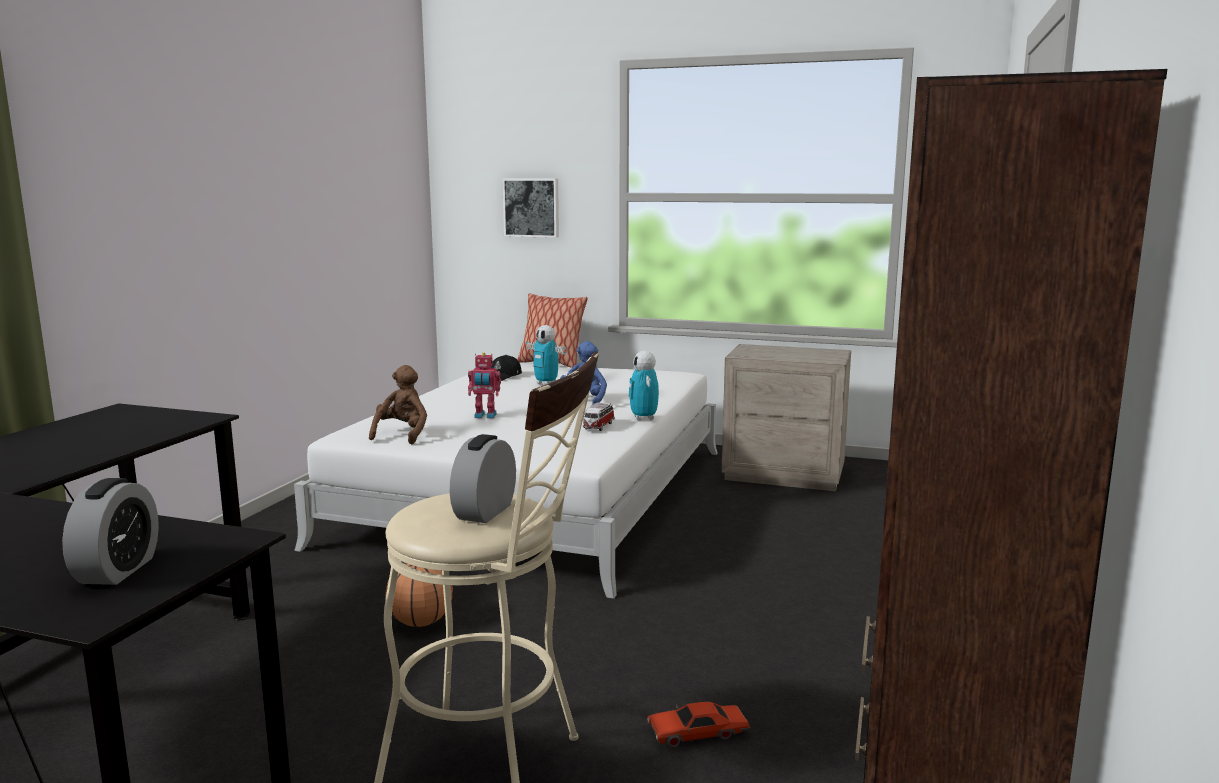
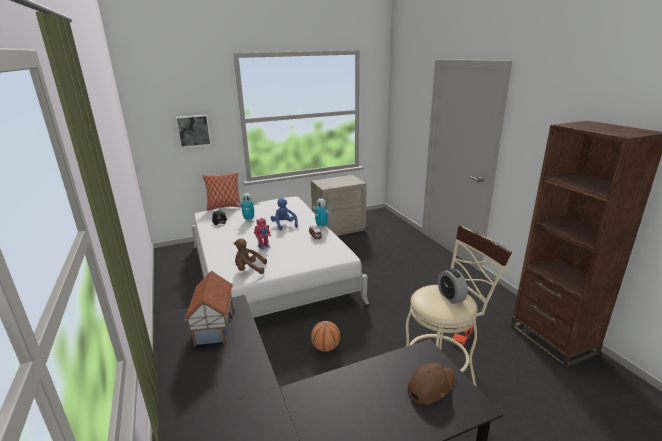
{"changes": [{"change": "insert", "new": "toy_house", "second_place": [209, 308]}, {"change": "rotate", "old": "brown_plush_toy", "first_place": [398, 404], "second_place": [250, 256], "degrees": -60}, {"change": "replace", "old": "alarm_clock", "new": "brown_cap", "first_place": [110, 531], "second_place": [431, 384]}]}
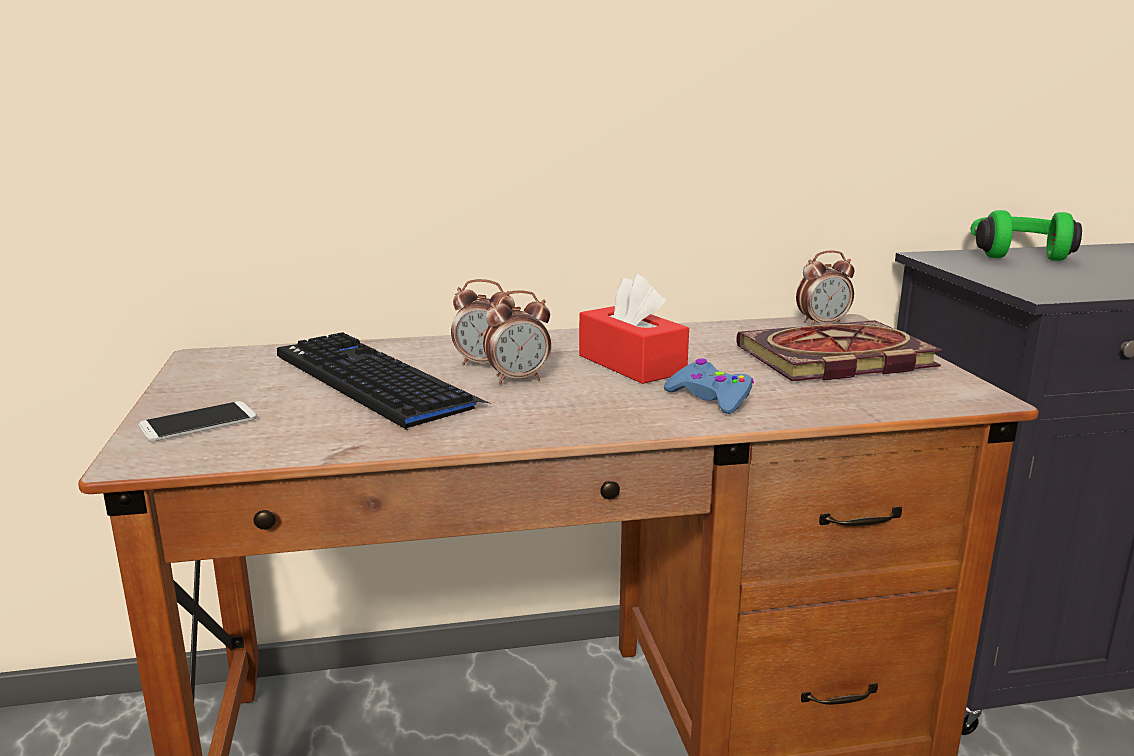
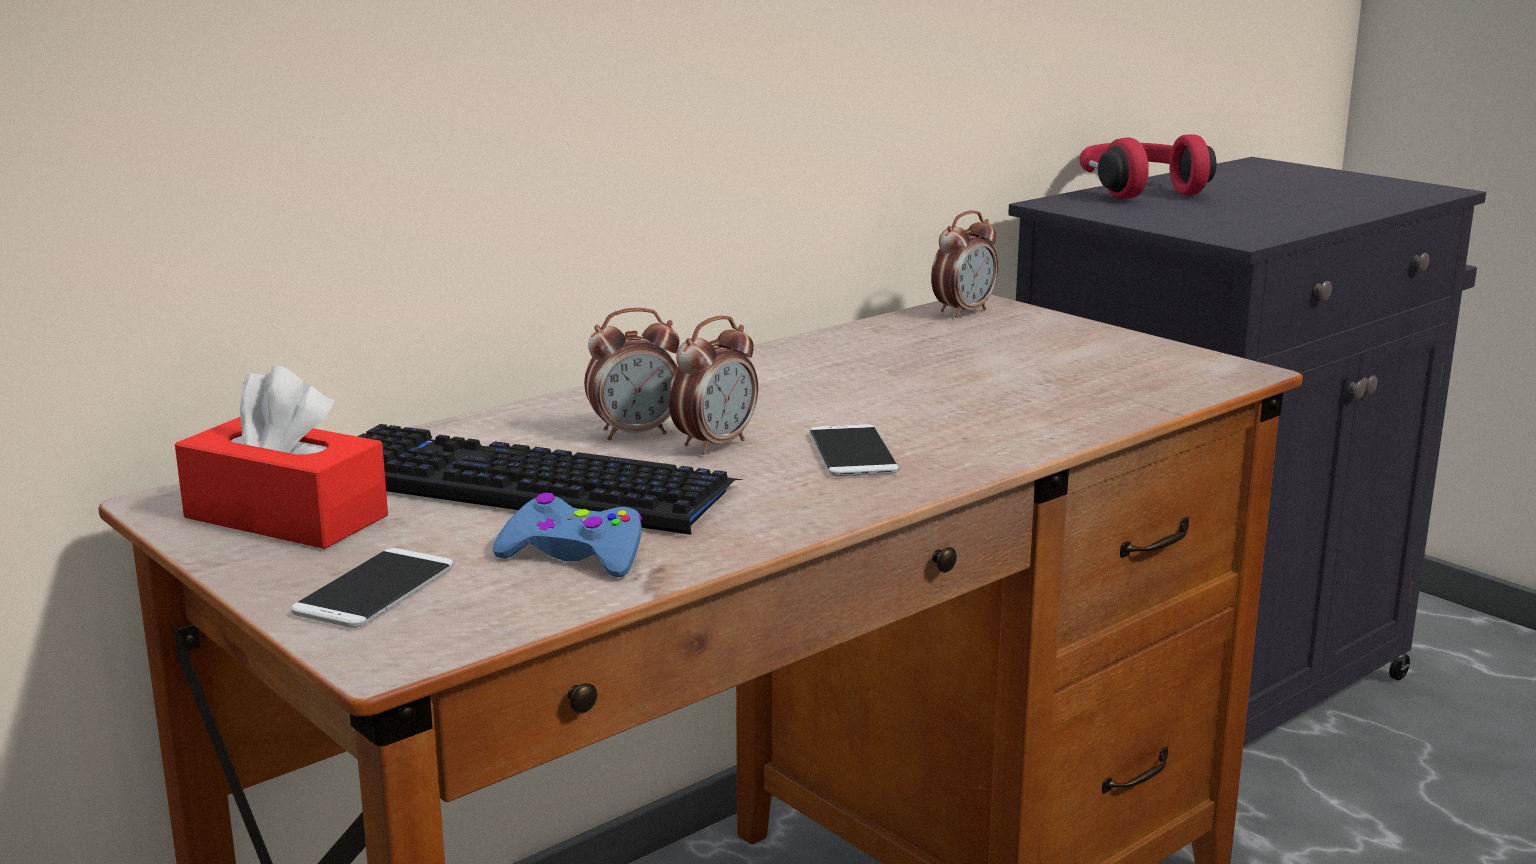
{"changes": [{"change": "move", "old": "red_tissue_box", "first_place": [634, 329], "second_place": [281, 457]}, {"change": "move", "old": "blue_game_controller", "first_place": [709, 386], "second_place": [567, 535]}, {"change": "insert", "new": "phone", "second_place": [854, 450]}, {"change": "recolor", "old": "green_headphones", "new": "red_headphones", "first_place": [1026, 235], "second_place": [1148, 166]}, {"change": "delete", "old": "book", "first_place": [839, 350]}]}
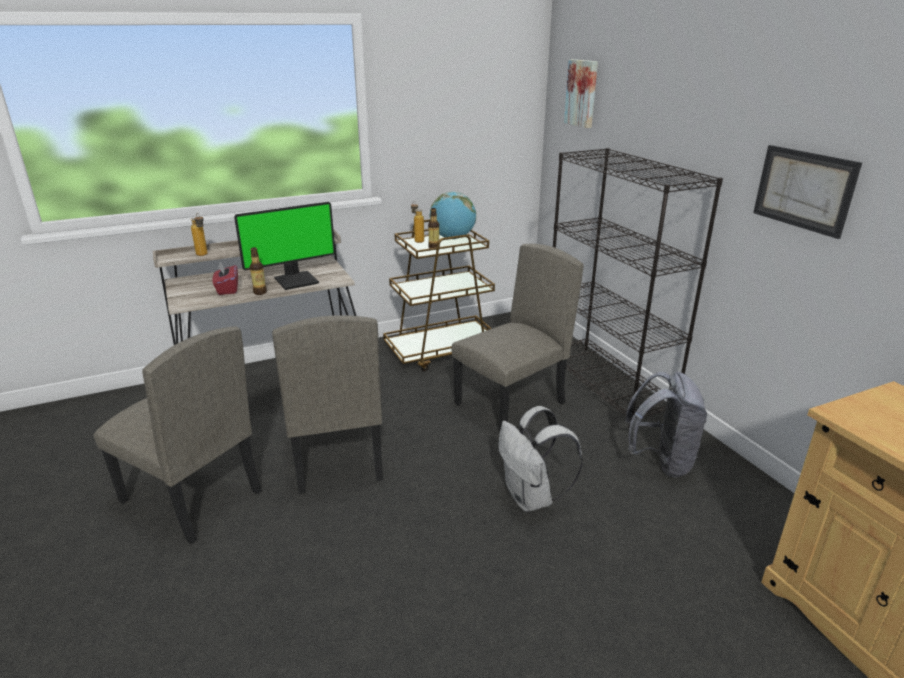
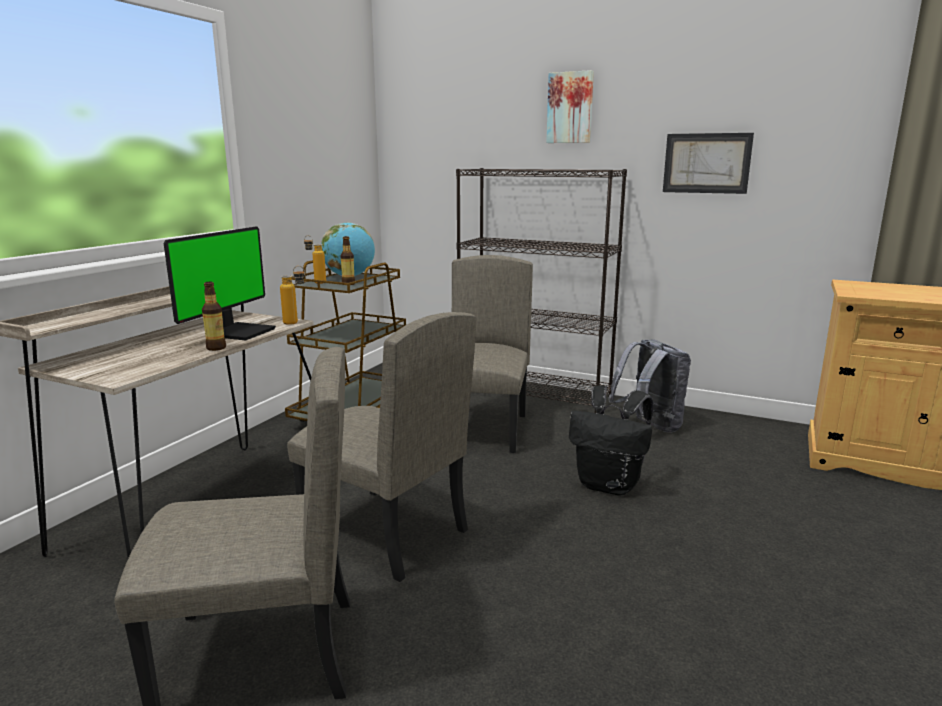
{"changes": [{"change": "move", "old": "bottle", "first_place": [199, 234], "second_place": [292, 295]}, {"change": "move", "old": "picture", "first_place": [581, 93], "second_place": [570, 106]}, {"change": "recolor", "old": "white_backpack", "new": "black_backpack", "first_place": [541, 459], "second_place": [611, 440]}, {"change": "delete", "old": "red_tissue_box", "first_place": [225, 278]}]}
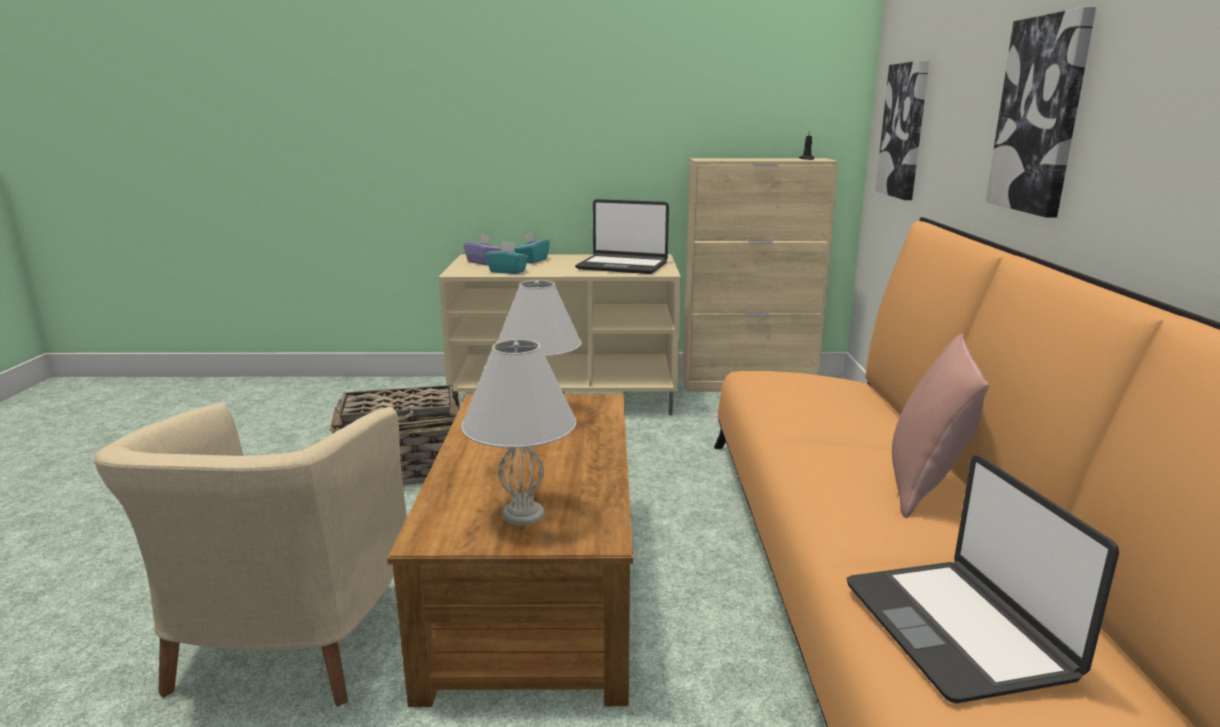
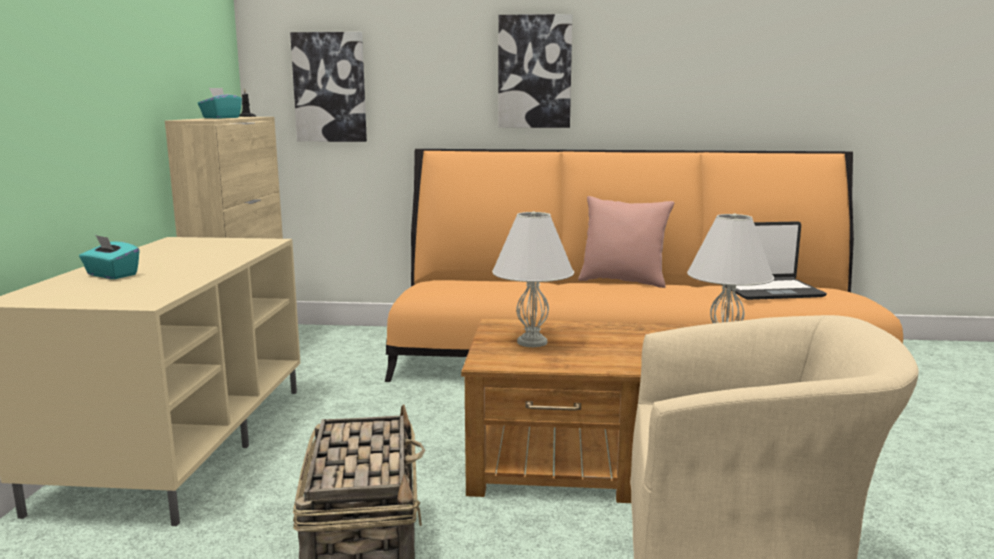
{"changes": [{"change": "move", "old": "turquoise_tissue_box", "first_place": [507, 258], "second_place": [220, 103]}, {"change": "delete", "old": "purple_tissue_box", "first_place": [482, 249]}, {"change": "delete", "old": "laptop", "first_place": [622, 236]}]}
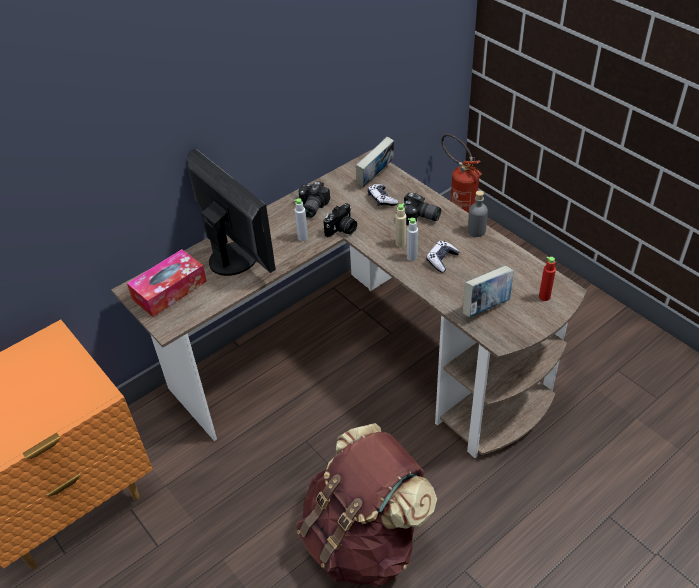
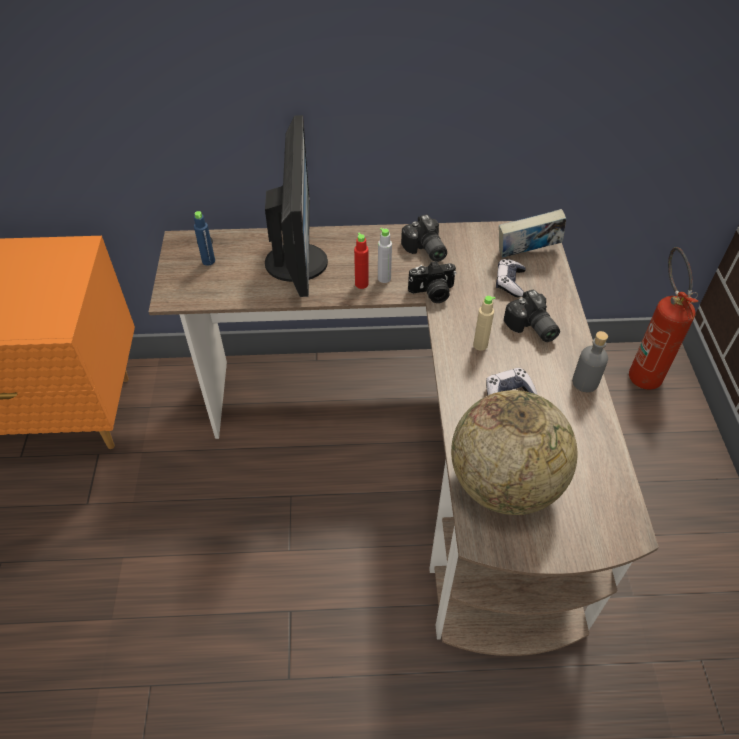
{"changes": [{"change": "replace", "old": "tissue_box", "new": "blue_bottle", "first_place": [167, 283], "second_place": [204, 238]}, {"change": "move", "old": "red_bottle", "first_place": [547, 279], "second_place": [361, 260]}, {"change": "rotate", "old": "photo_camera", "first_place": [314, 199], "second_place": [424, 238], "degrees": -75}, {"change": "replace", "old": "book", "new": "globe", "first_place": [488, 291], "second_place": [514, 452]}, {"change": "delete", "old": "brown_backpack", "first_place": [366, 505]}, {"change": "delete", "old": "grey_bottle", "first_place": [412, 239]}]}
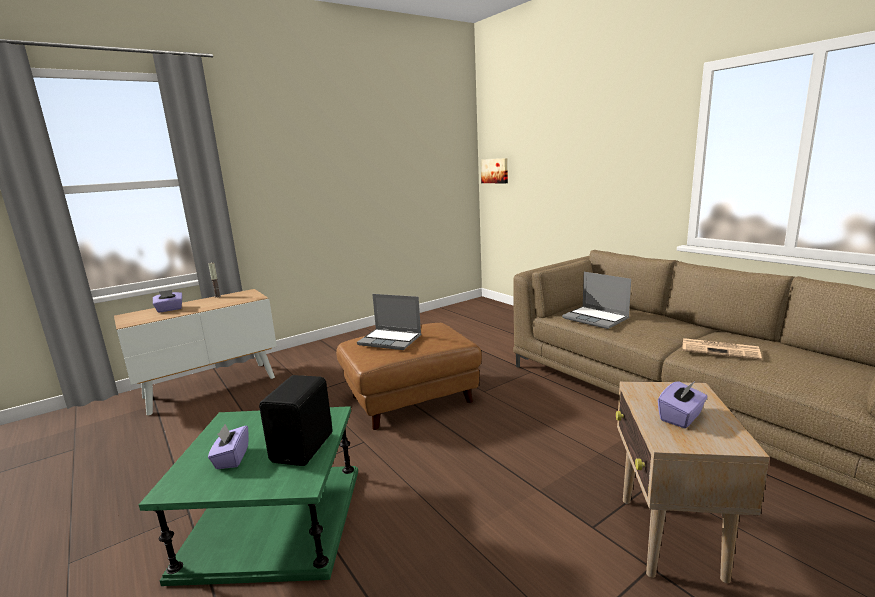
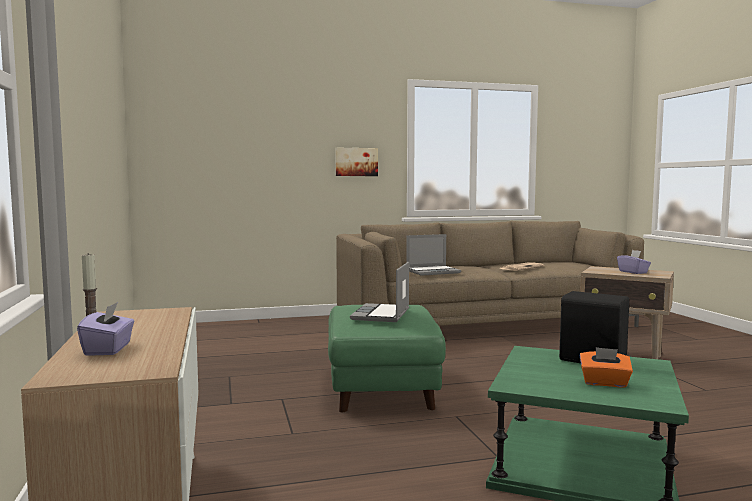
{"changes": [{"change": "recolor", "old": "brown_ottoman", "new": "green_ottoman", "first_place": [409, 376], "second_place": [387, 358]}, {"change": "move", "old": "picture", "first_place": [494, 170], "second_place": [357, 162]}, {"change": "rotate", "old": "laptop", "first_place": [389, 322], "second_place": [379, 292], "degrees": 150}, {"change": "recolor", "old": "purple_tissue_box", "new": "orange_tissue_box", "first_place": [228, 446], "second_place": [606, 367]}]}
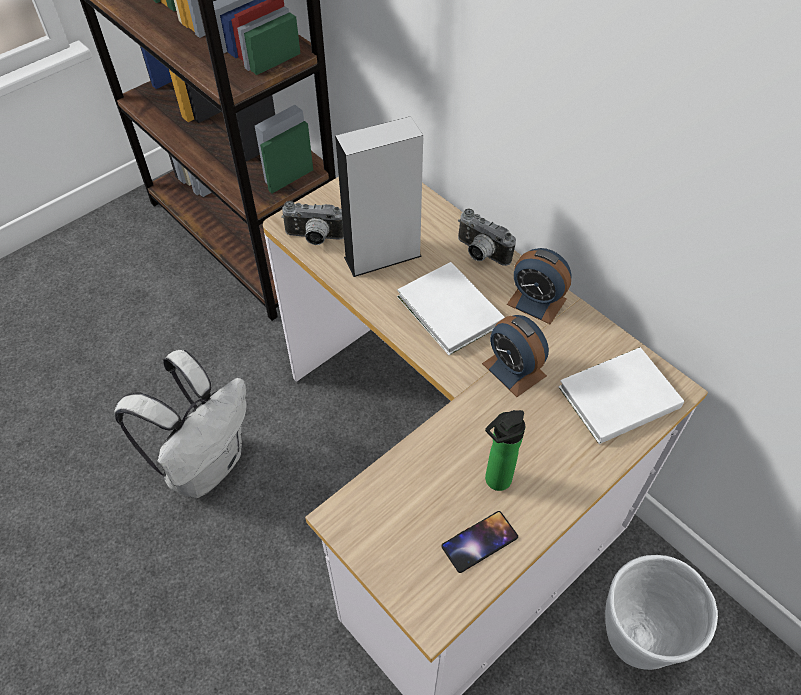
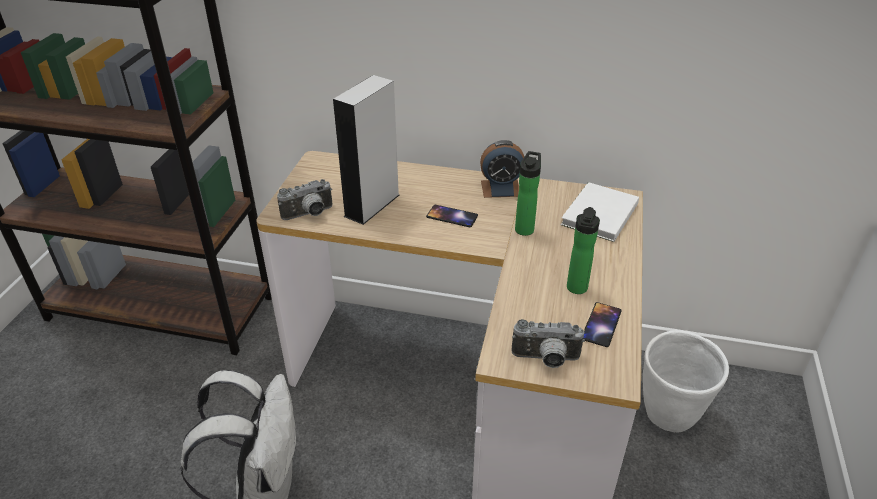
{"changes": [{"change": "replace", "old": "white_book", "new": "phone", "first_place": [451, 308], "second_place": [452, 216]}, {"change": "move", "old": "photo_camera", "first_place": [487, 237], "second_place": [548, 343]}, {"change": "replace", "old": "alarm_clock", "new": "bottle", "first_place": [515, 356], "second_place": [528, 193]}]}
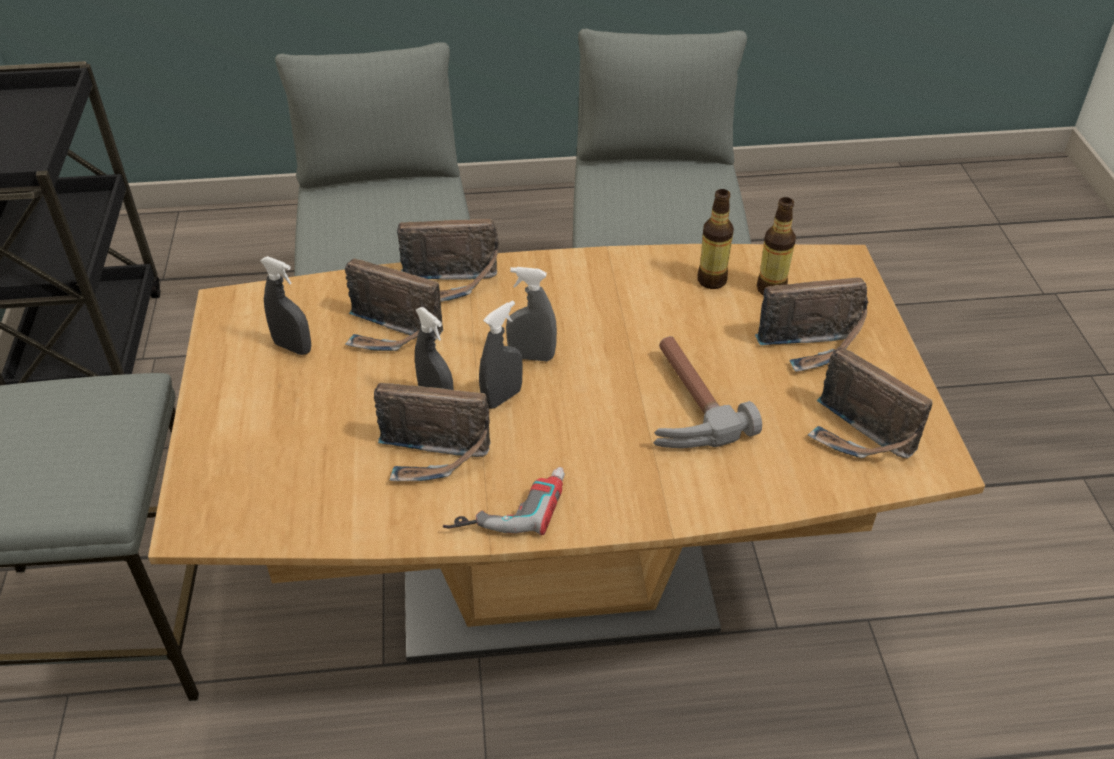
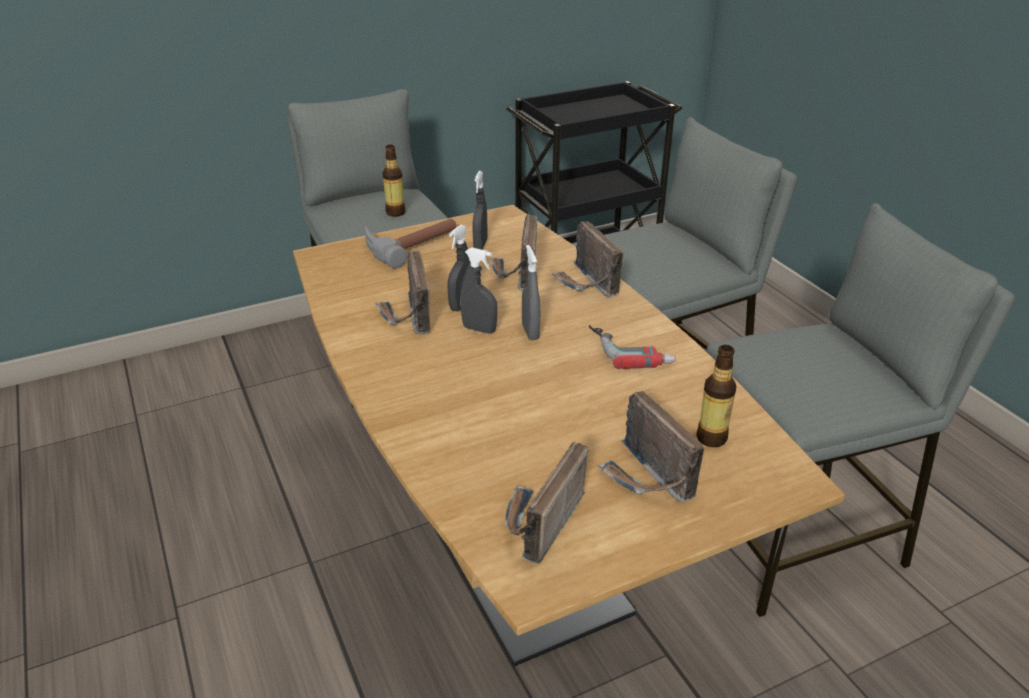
{"changes": [{"change": "move", "old": "hammer", "first_place": [707, 392], "second_place": [410, 244]}, {"change": "move", "old": "bottle", "first_place": [716, 239], "second_place": [394, 181]}, {"change": "move", "old": "power_drill", "first_place": [504, 501], "second_place": [632, 347]}]}
